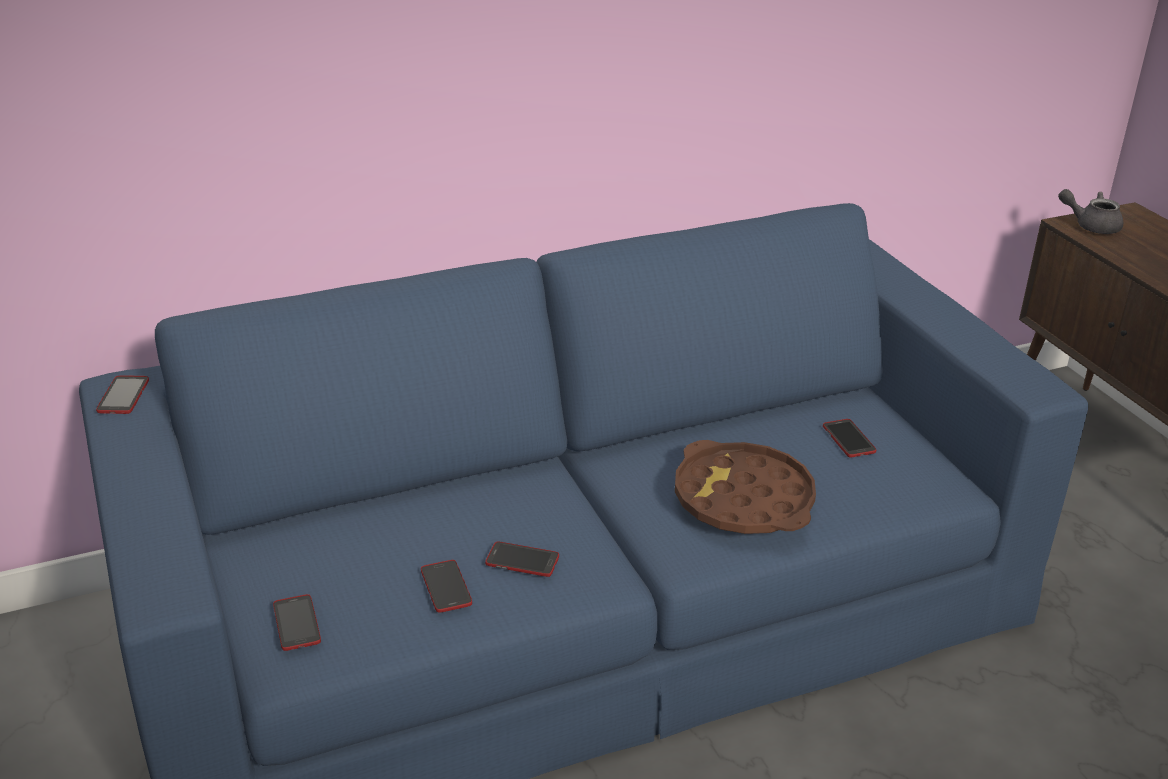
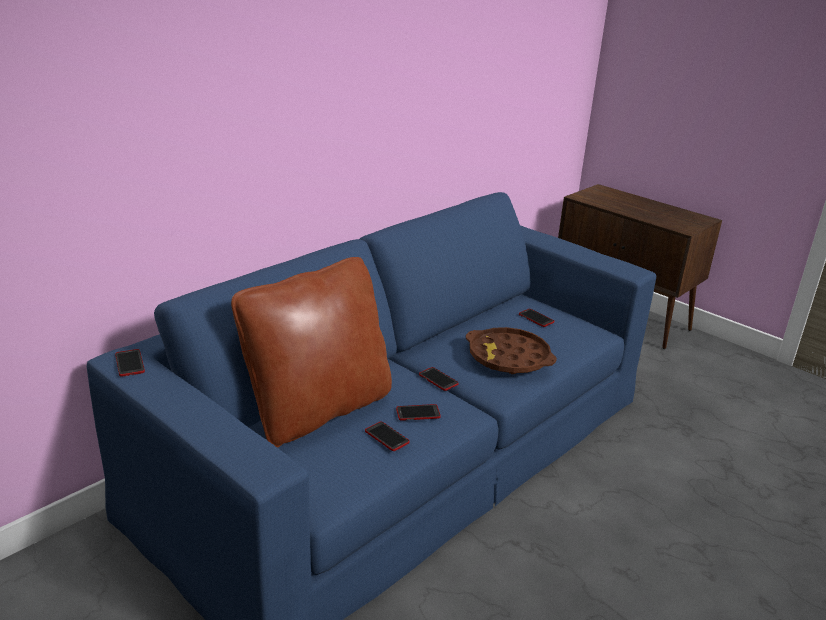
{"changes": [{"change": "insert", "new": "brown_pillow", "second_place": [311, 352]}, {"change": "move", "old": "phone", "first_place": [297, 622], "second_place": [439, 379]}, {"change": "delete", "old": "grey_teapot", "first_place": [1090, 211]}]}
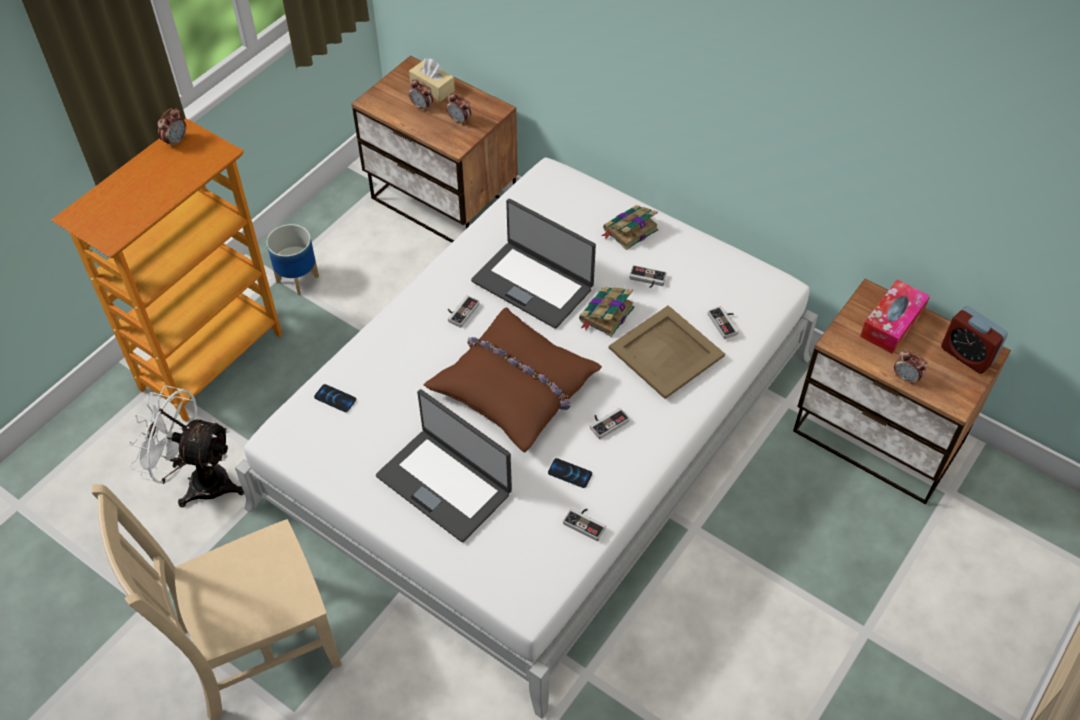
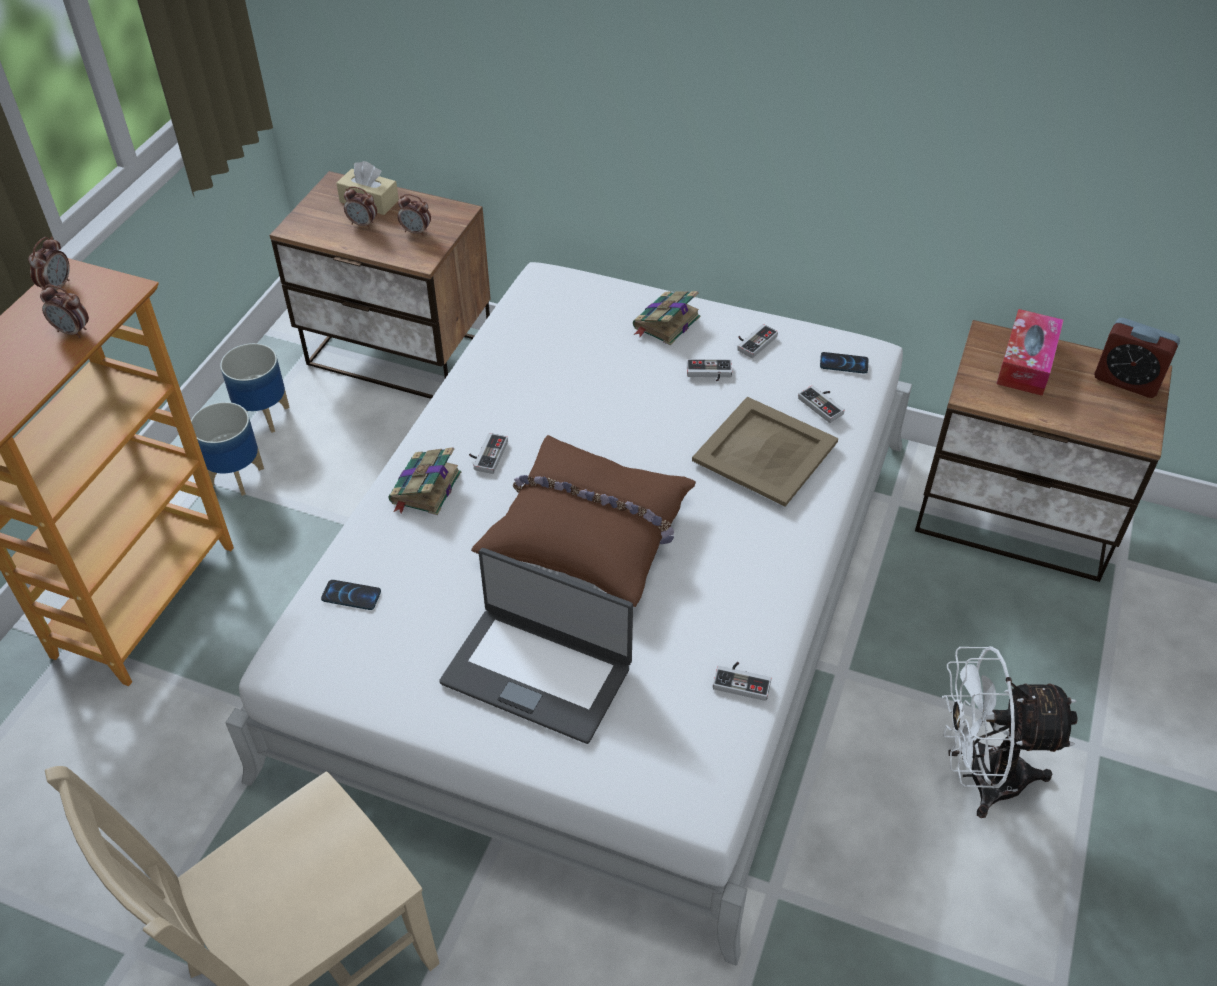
{"changes": [{"change": "move", "old": "alarm_clock", "first_place": [911, 367], "second_place": [64, 311]}, {"change": "insert", "new": "planter", "second_place": [255, 388]}, {"change": "move", "old": "book", "first_place": [607, 311], "second_place": [424, 481]}, {"change": "move", "old": "game_controller", "first_place": [610, 423], "second_place": [757, 341]}, {"change": "move", "old": "phone", "first_place": [570, 473], "second_place": [844, 362]}, {"change": "move", "old": "white_fan", "first_place": [186, 446], "second_place": [1009, 732]}, {"change": "delete", "old": "laptop", "first_place": [533, 264]}]}
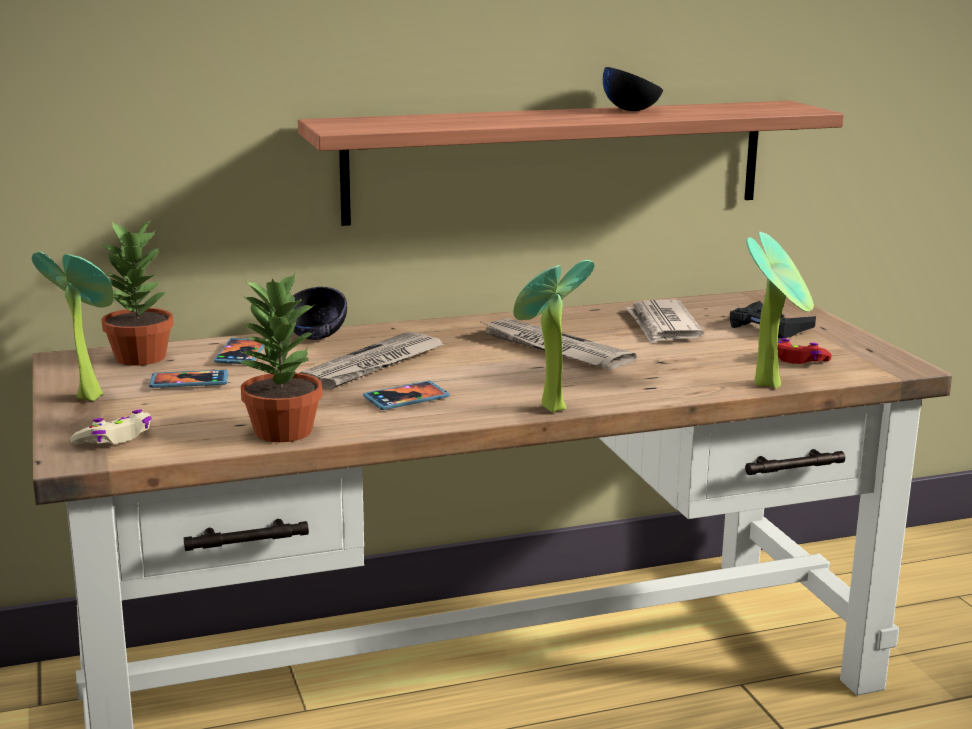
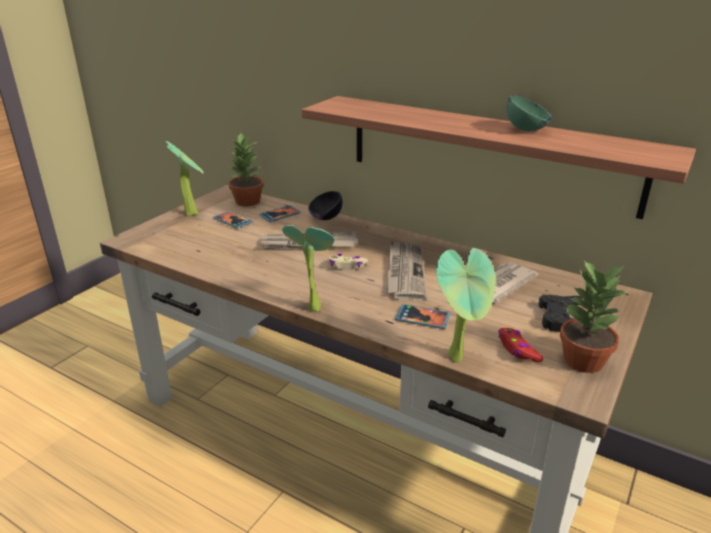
{"changes": [{"change": "move", "old": "beige_game_controller", "first_place": [111, 427], "second_place": [347, 262]}, {"change": "move", "old": "phone", "first_place": [406, 395], "second_place": [422, 316]}, {"change": "recolor", "old": "black_bowl", "new": "green_bowl", "first_place": [633, 89], "second_place": [529, 113]}, {"change": "move", "old": "potted_plant", "first_place": [280, 357], "second_place": [594, 316]}]}
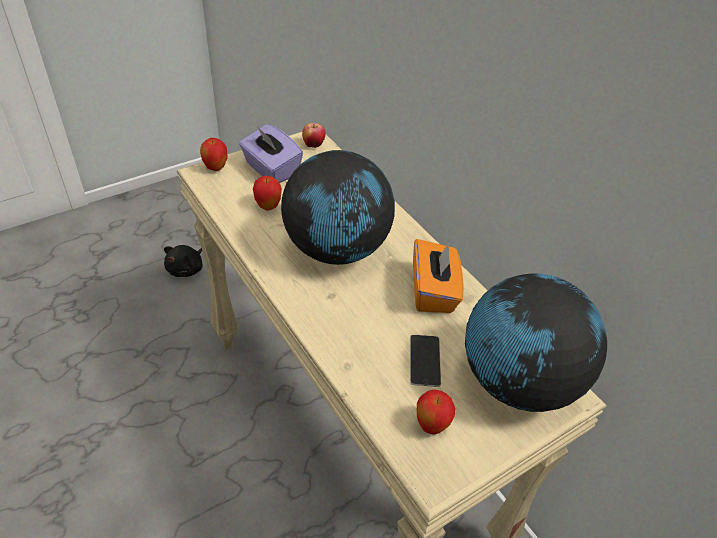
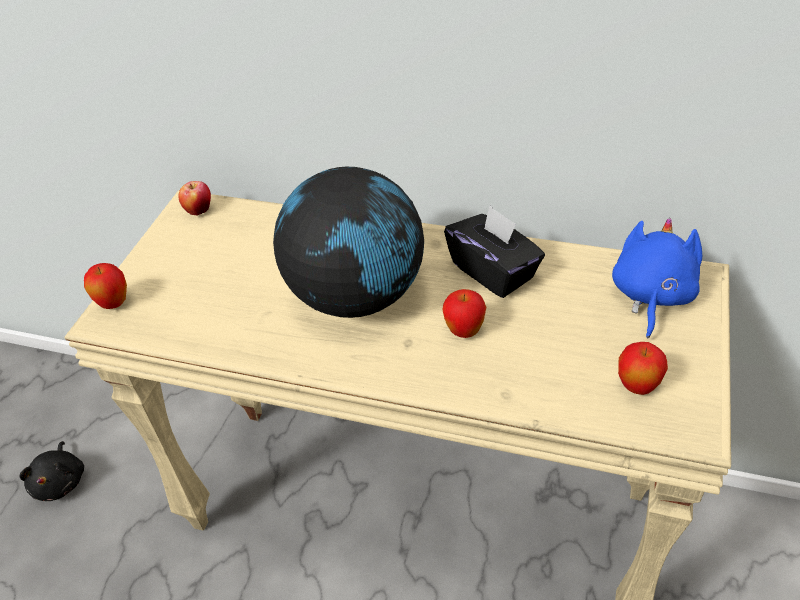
{"changes": [{"change": "move", "old": "apple", "first_place": [267, 193], "second_place": [464, 313]}, {"change": "recolor", "old": "orange_tissue_box", "new": "black_tissue_box", "first_place": [438, 276], "second_place": [494, 251]}, {"change": "replace", "old": "globe", "new": "blue_plush_toy", "first_place": [536, 342], "second_place": [657, 278]}, {"change": "delete", "old": "purple_tissue_box", "first_place": [271, 153]}, {"change": "delete", "old": "phone", "first_place": [425, 361]}]}
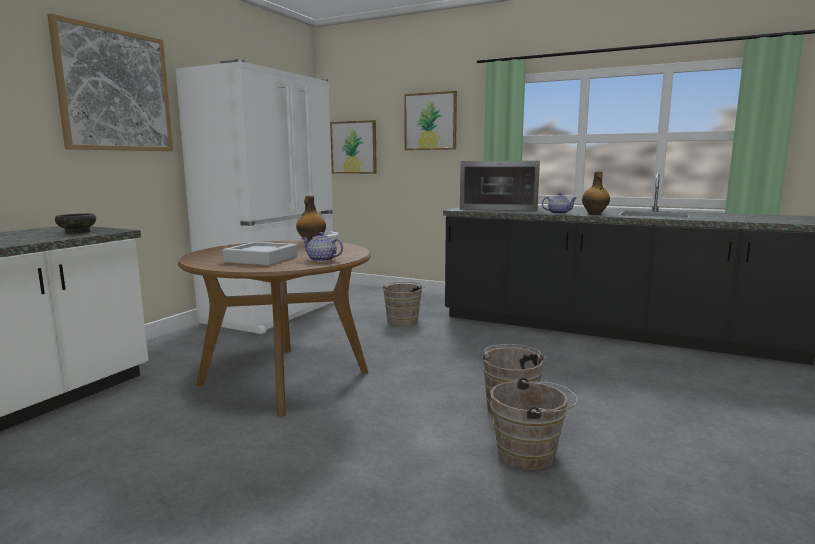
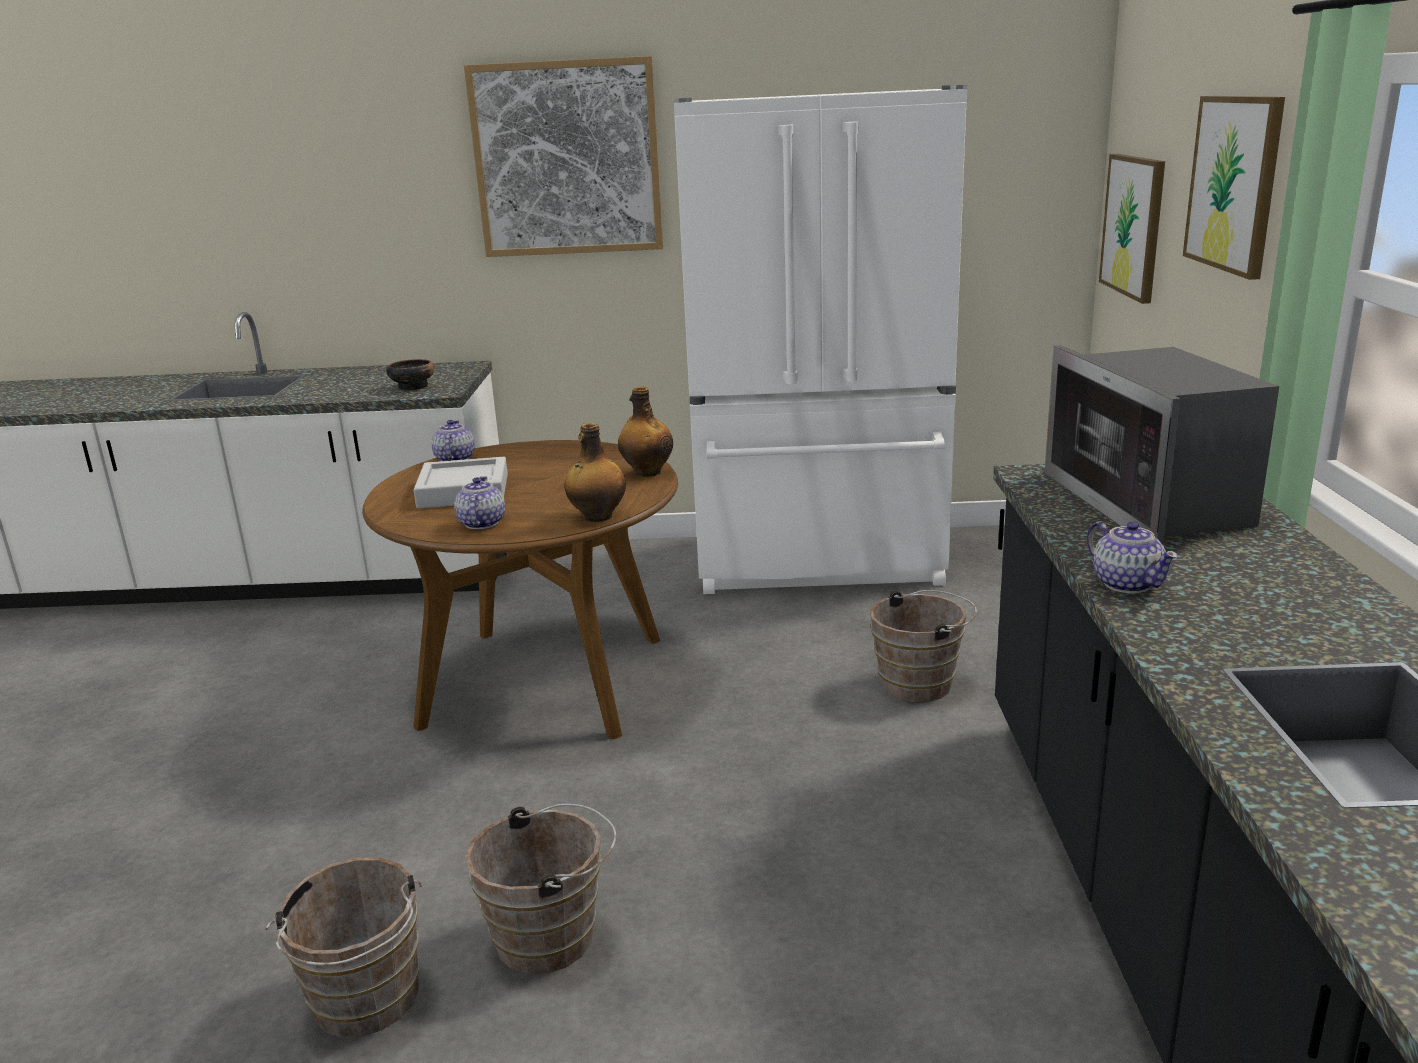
{"changes": [{"change": "insert", "new": "teapot", "second_place": [453, 440]}, {"change": "move", "old": "bottle", "first_place": [596, 193], "second_place": [595, 472]}]}
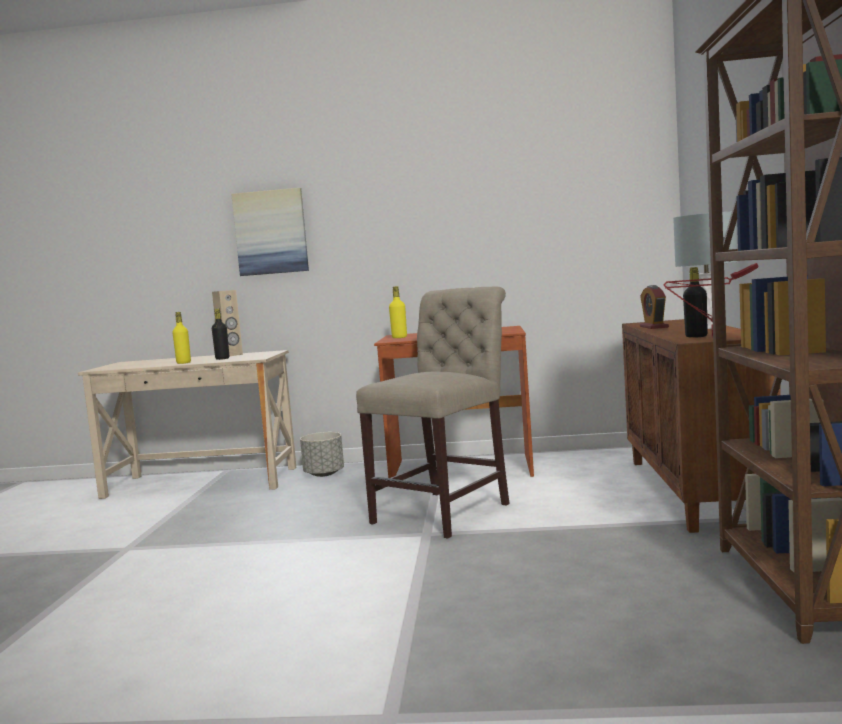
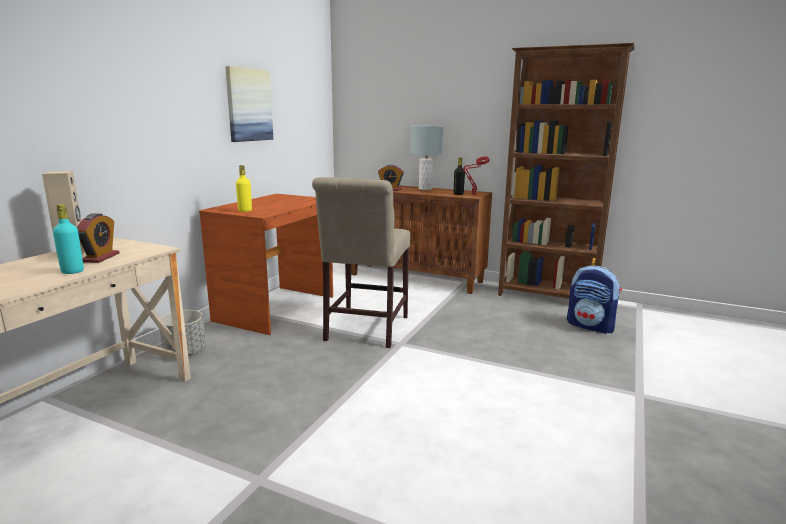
{"changes": [{"change": "recolor", "old": "yellow_bottle", "new": "turquoise_bottle", "first_place": [181, 338], "second_place": [68, 239]}, {"change": "replace", "old": "black_bottle", "new": "alarm_clock", "first_place": [220, 334], "second_place": [98, 238]}, {"change": "move", "old": "picture", "first_place": [270, 232], "second_place": [249, 104]}, {"change": "rotate", "old": "beige_chair", "first_place": [433, 413], "second_place": [361, 262], "degrees": -135}, {"change": "insert", "new": "backpack", "second_place": [594, 300]}]}
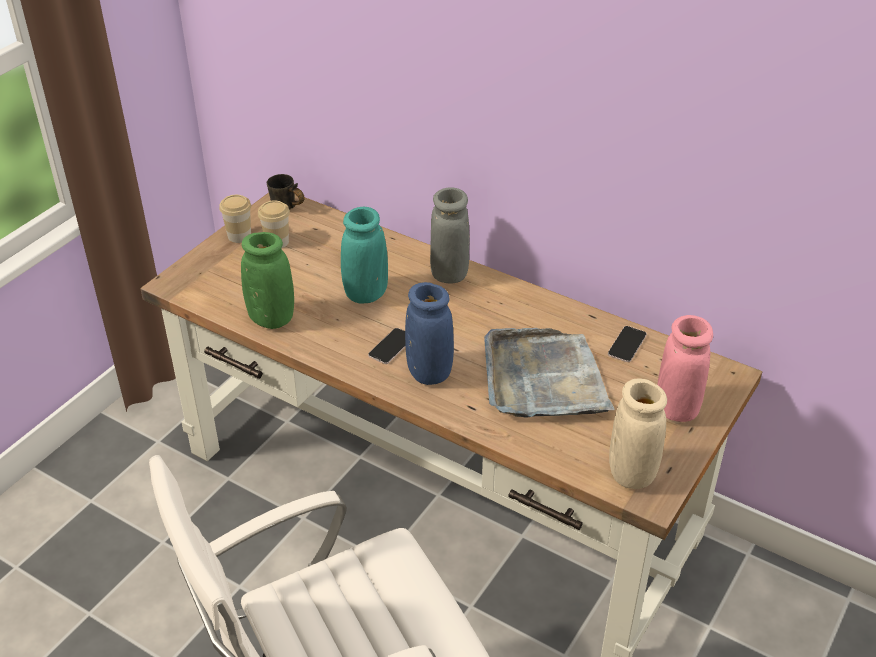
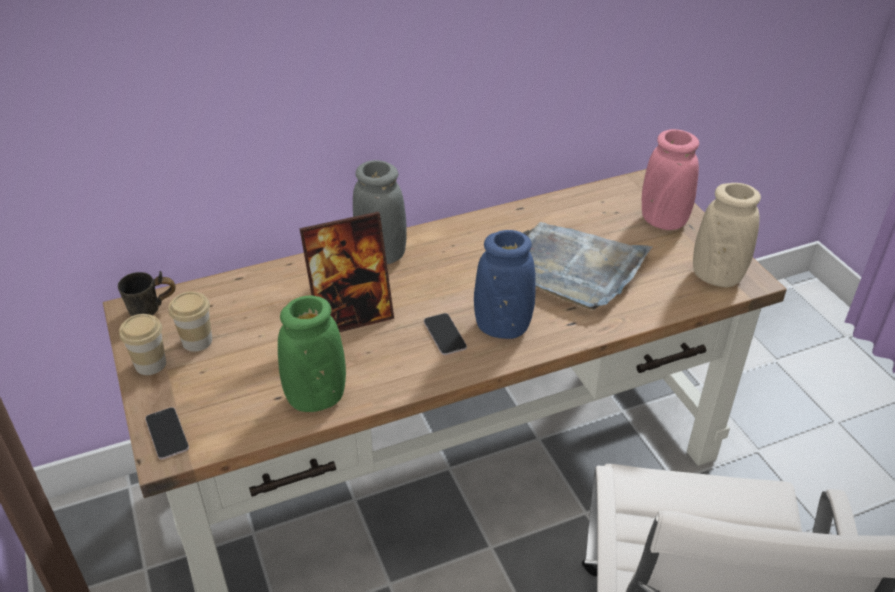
{"changes": [{"change": "move", "old": "phone", "first_place": [627, 344], "second_place": [167, 433]}, {"change": "replace", "old": "turquoise_vase", "new": "picture_frame", "first_place": [364, 255], "second_place": [347, 272]}]}
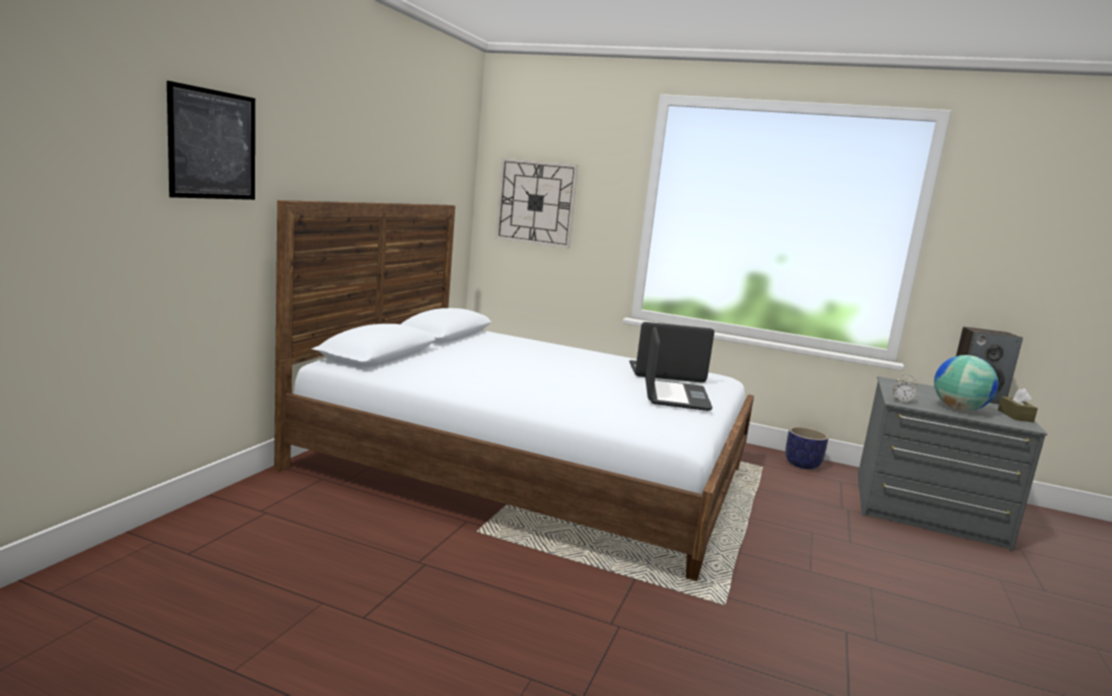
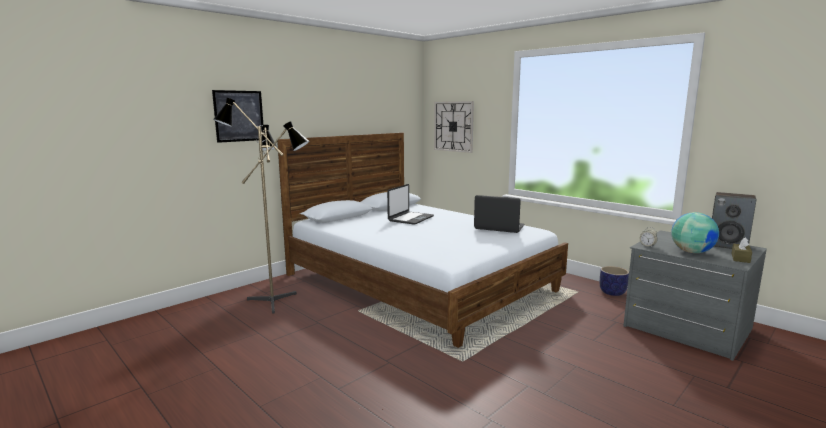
{"changes": [{"change": "insert", "new": "floor_lamp", "second_place": [261, 206]}, {"change": "move", "old": "laptop", "first_place": [679, 369], "second_place": [410, 204]}]}
